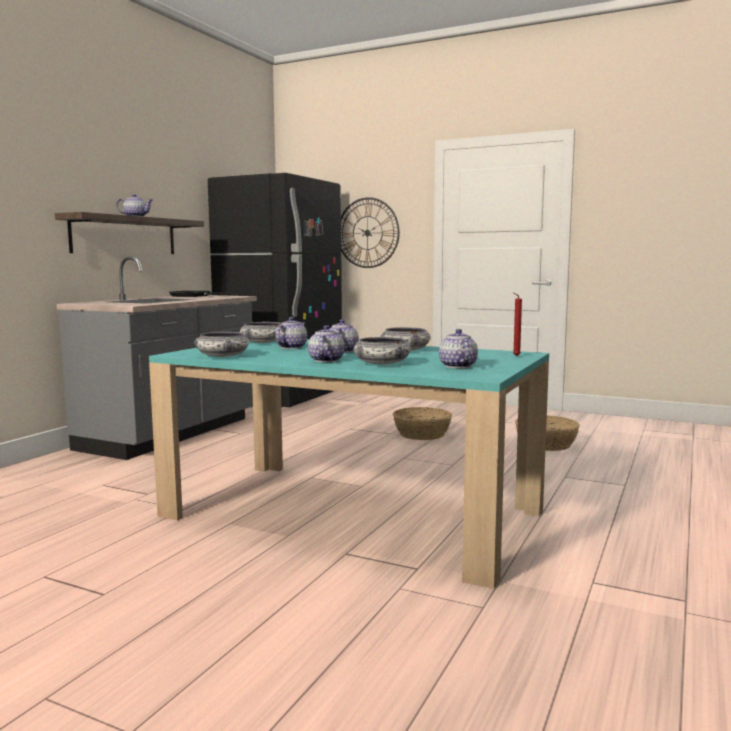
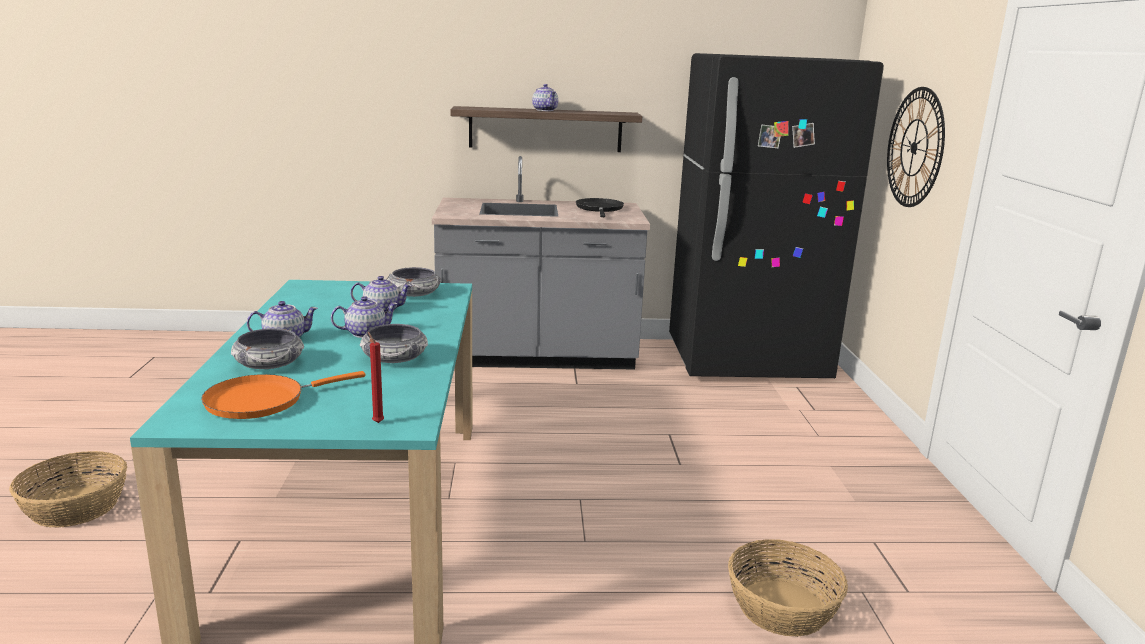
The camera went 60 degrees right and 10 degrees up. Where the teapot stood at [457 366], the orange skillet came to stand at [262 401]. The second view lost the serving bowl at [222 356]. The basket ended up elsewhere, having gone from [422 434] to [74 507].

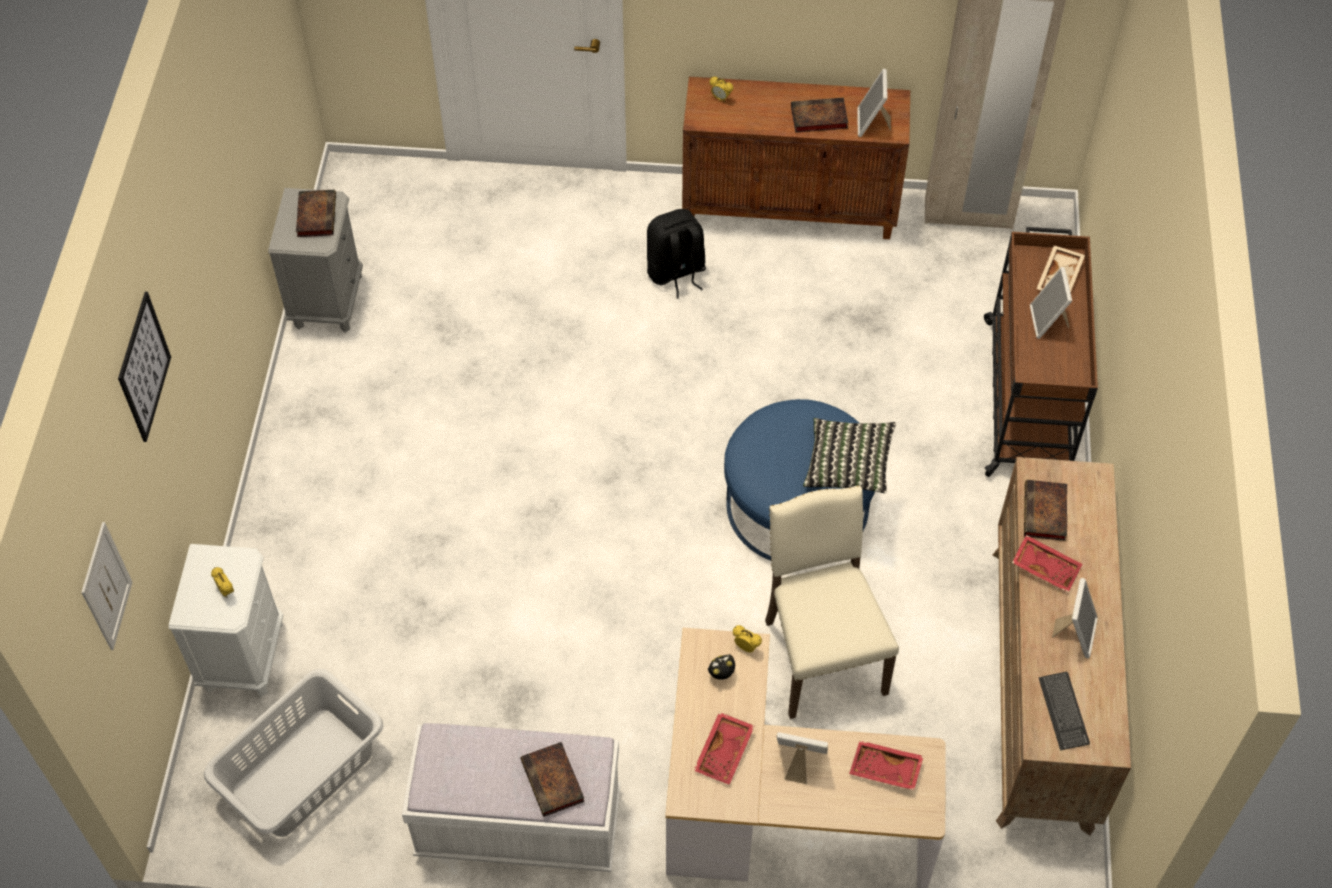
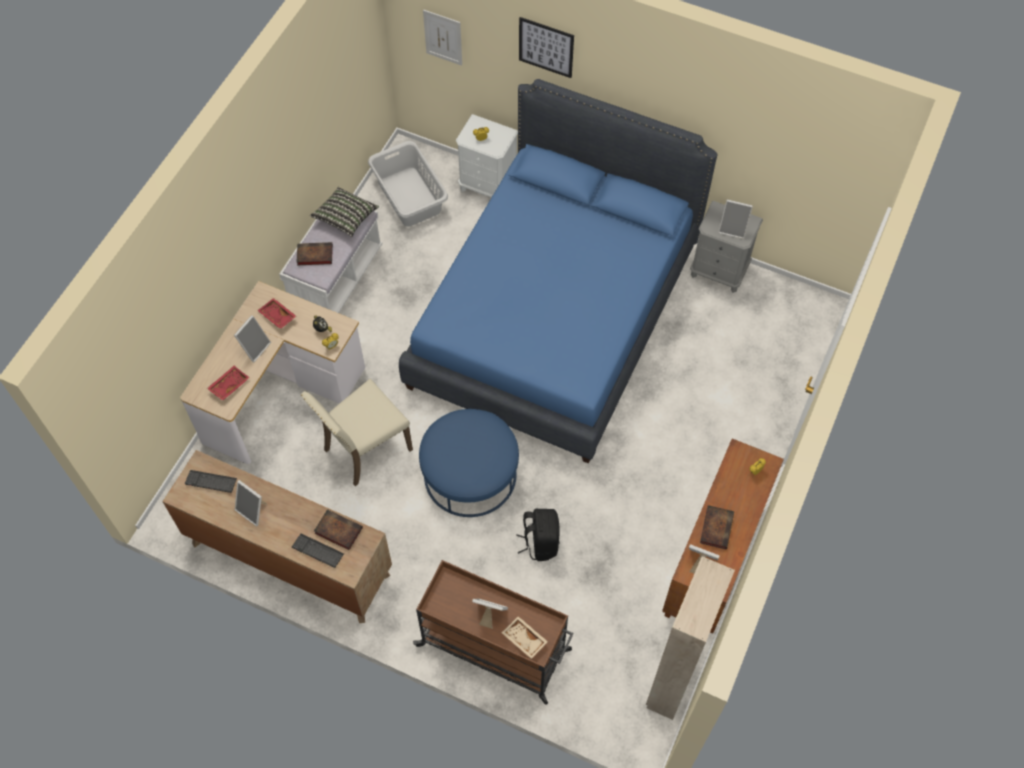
The camera went 110 degrees right and 5 degrees up. Where the book stood at [316 215], the standing frame came to stand at [733 229]. The black-coloured knapsack ended up elsewhere, having gone from [676 273] to [540 542]. The pillow ended up elsewhere, having gone from [848 465] to [345 218]. The sand-coloured upright chair at [821 654] ended up facing another way, 135 degrees clockwise from before. The second view lost the reddish carrying tray at [1046 567]. The second view gained the blue-coloured bedroom bed at [554 316]. The second view gained the computer keyboard at [318 551].

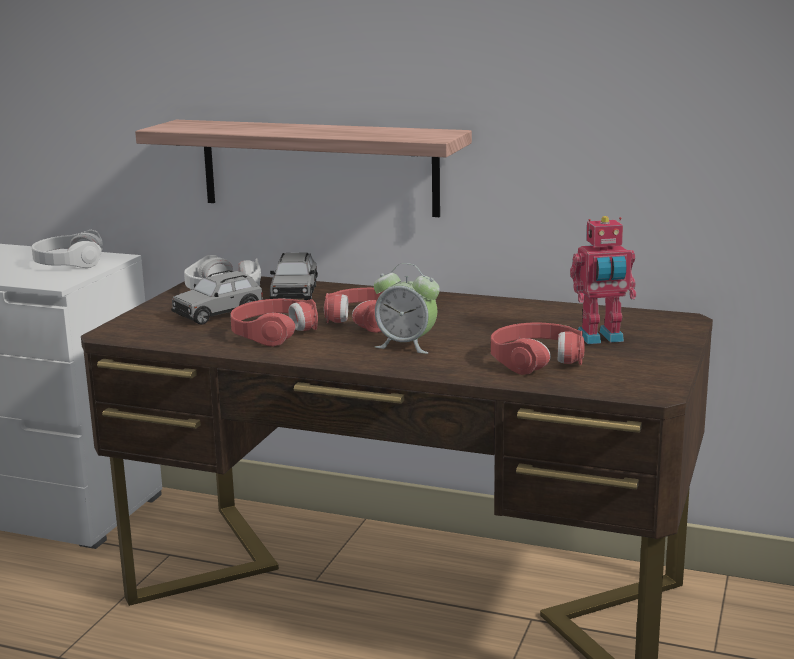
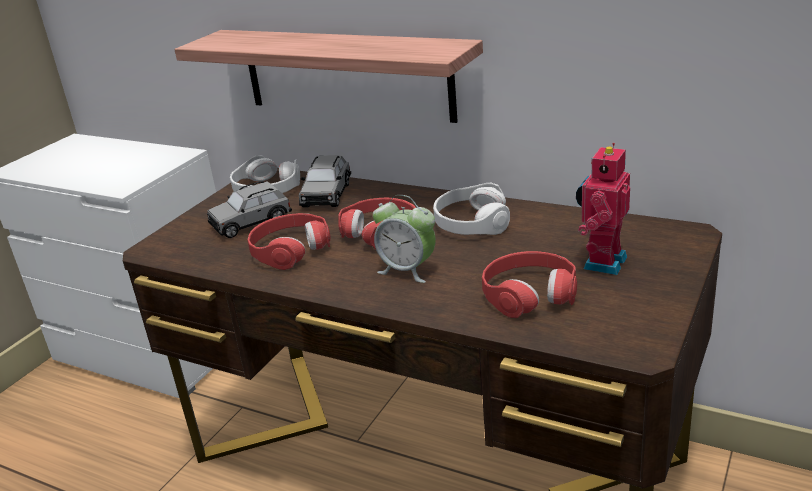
The camera went 10 degrees right and 10 degrees up. The robot figure at [601 338] ended up facing another way, 120 degrees clockwise from before. The whitish headset ended up elsewhere, having gone from [68 262] to [471 222].

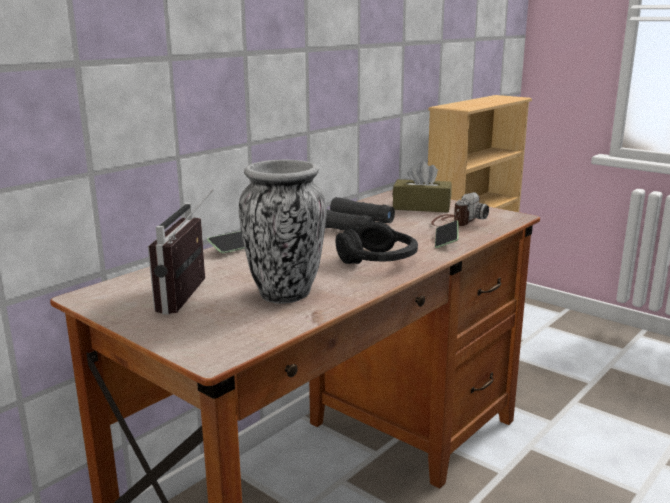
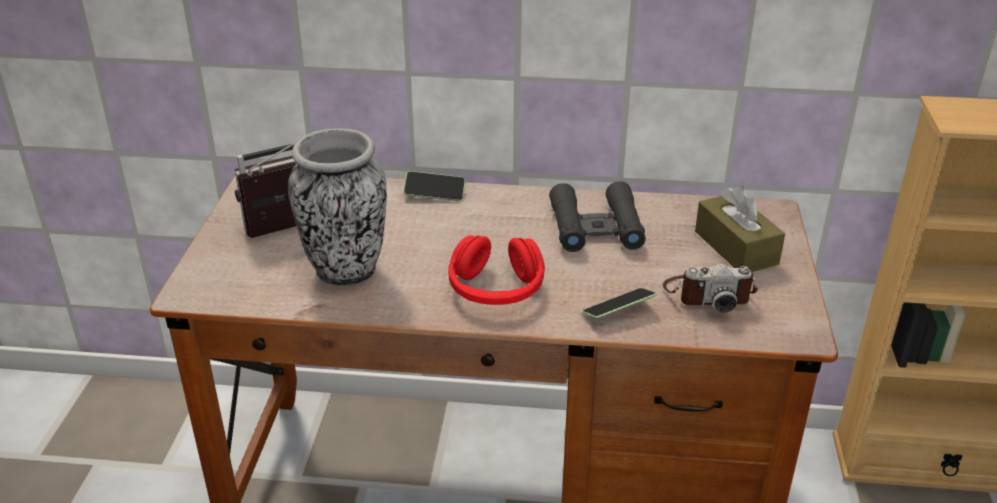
The camera went 55 degrees right and 15 degrees up. What was the black-coloured headset at [378 260] turned into the reddish headset at [496 289].

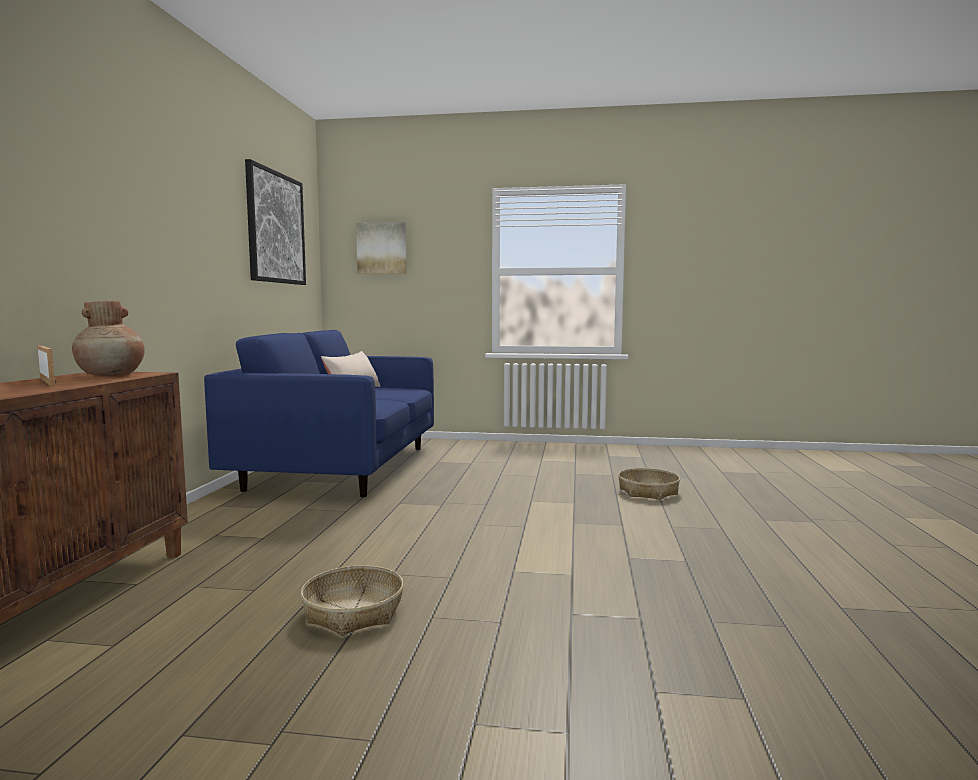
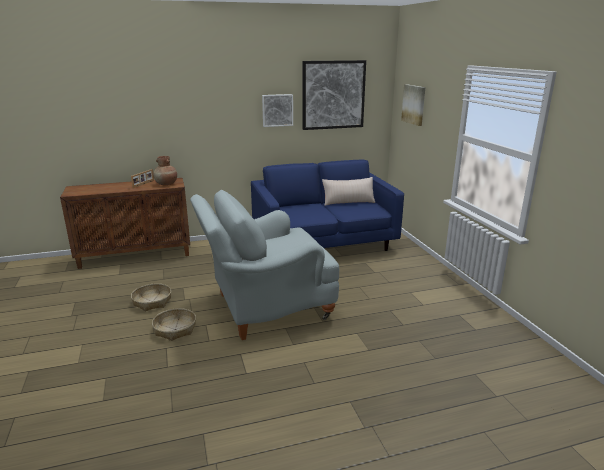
The camera went 65 degrees right and 15 degrees up. The basket ended up elsewhere, having gone from [648 492] to [175 329]. The second view gained the picture at [277 110]. The second view gained the gray lounge chair at [265 307].

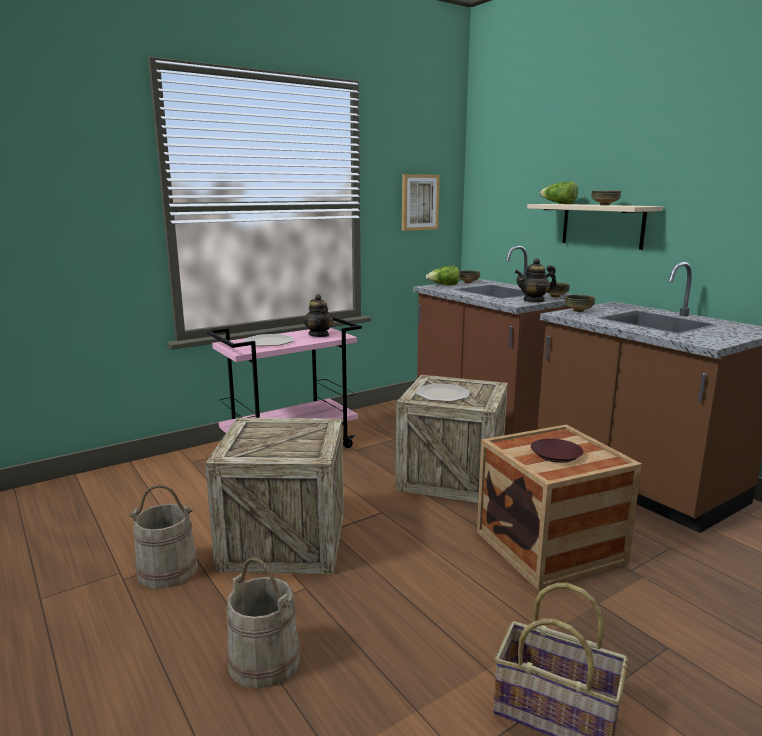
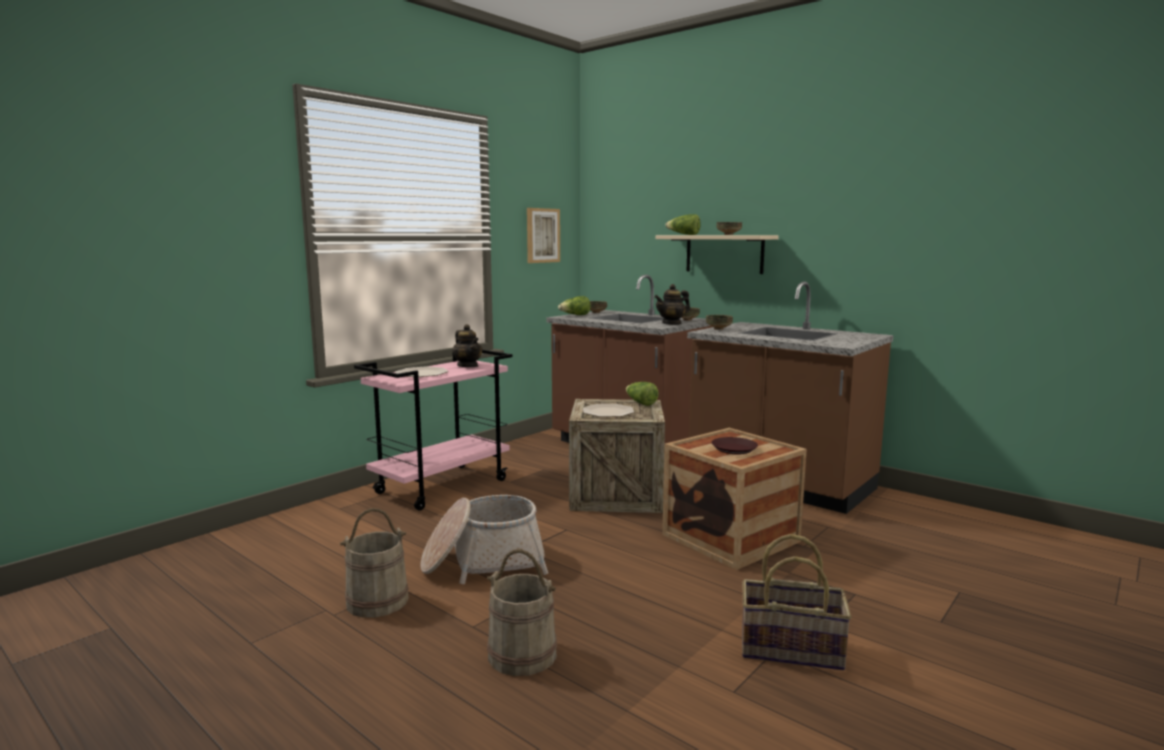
The camera went 15 degrees left and 5 degrees down. Where the shipping crate stood at [284 540], the basket came to stand at [483 562]. The second view gained the lettuce at [640 403].

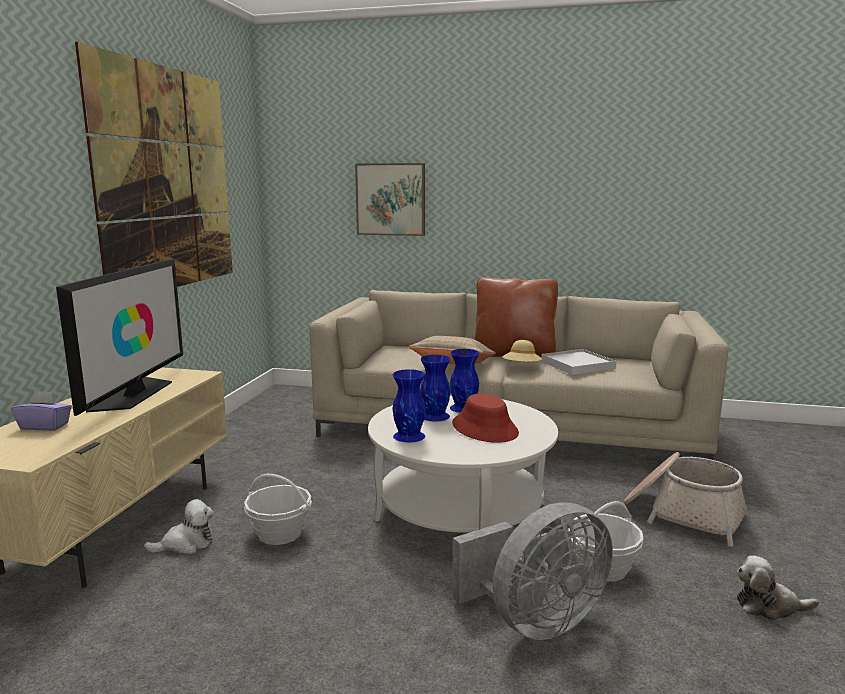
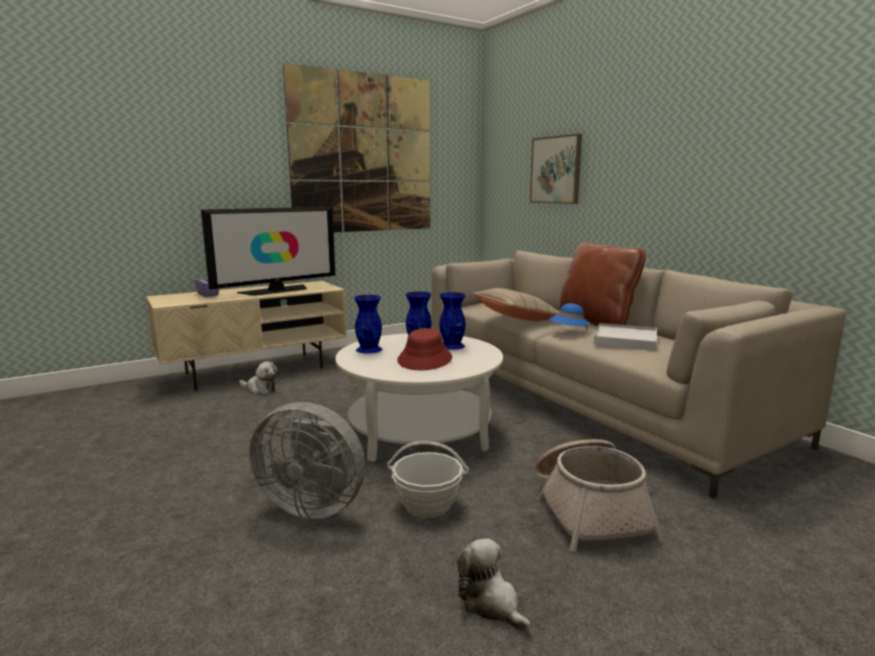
The camera went 45 degrees right and 0 degrees up. What was the sand-coloured hat at [522 367] turned into the blue-coloured hat at [568 331]. The second view lost the basket at [280 533].

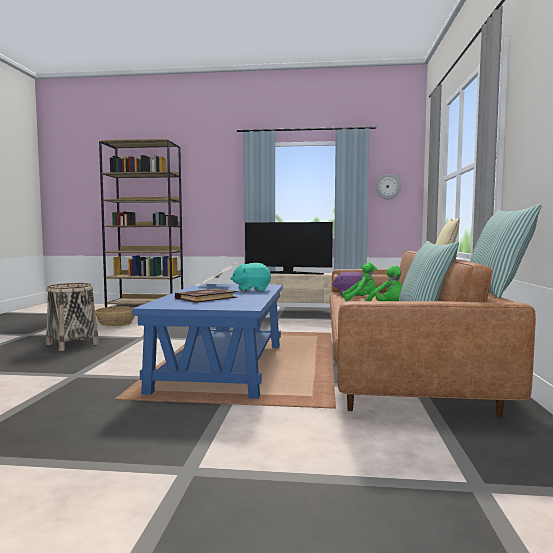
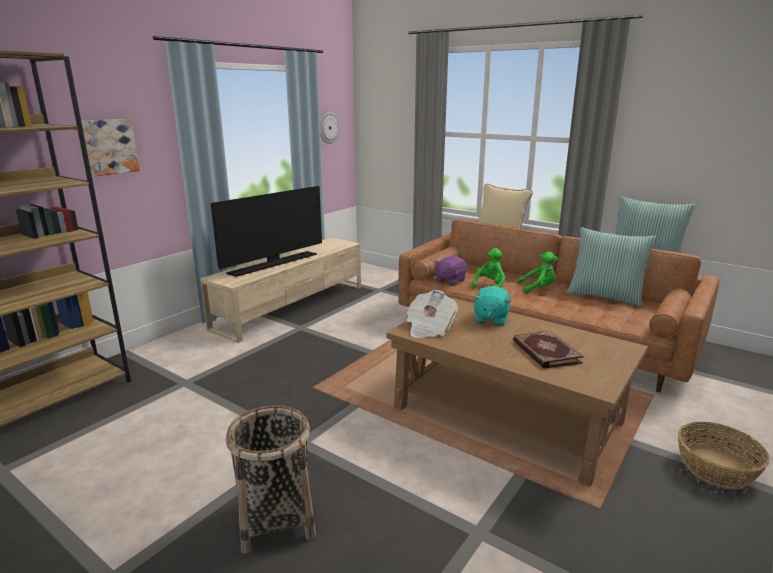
The camera went 60 degrees left and 15 degrees up. What was the blue-coloured low table at [223 367] turned into the brown low table at [507 415]. The basket ended up elsewhere, having gone from [116 323] to [716 468]. The second view gained the picture at [107 147].

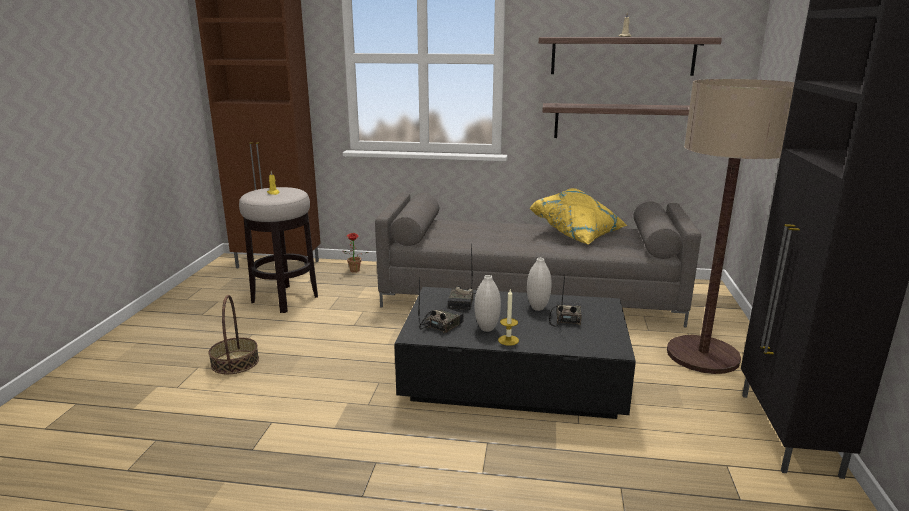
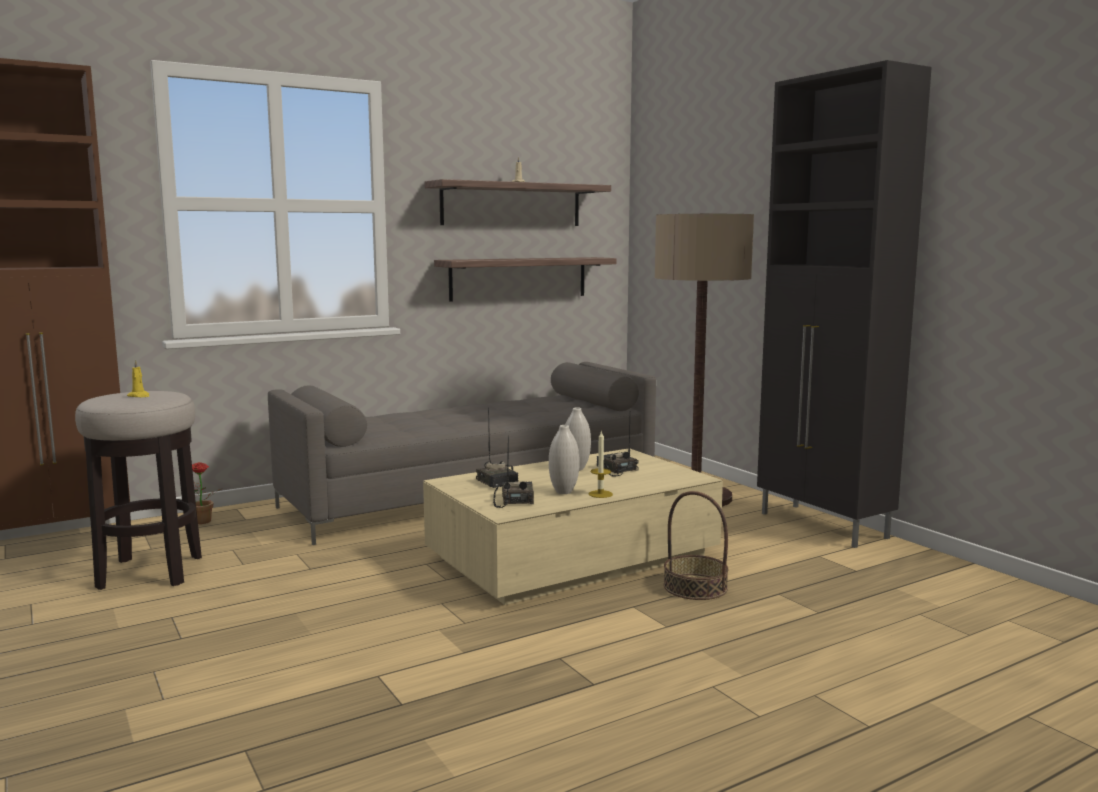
The camera went 40 degrees left and 10 degrees down. The second view lost the yellow-coloured pillow at [578 233]. What was the black-coloured low table at [514 378] turned into the sand-coloured low table at [573 557]. The basket ended up elsewhere, having gone from [235 362] to [695 587].

